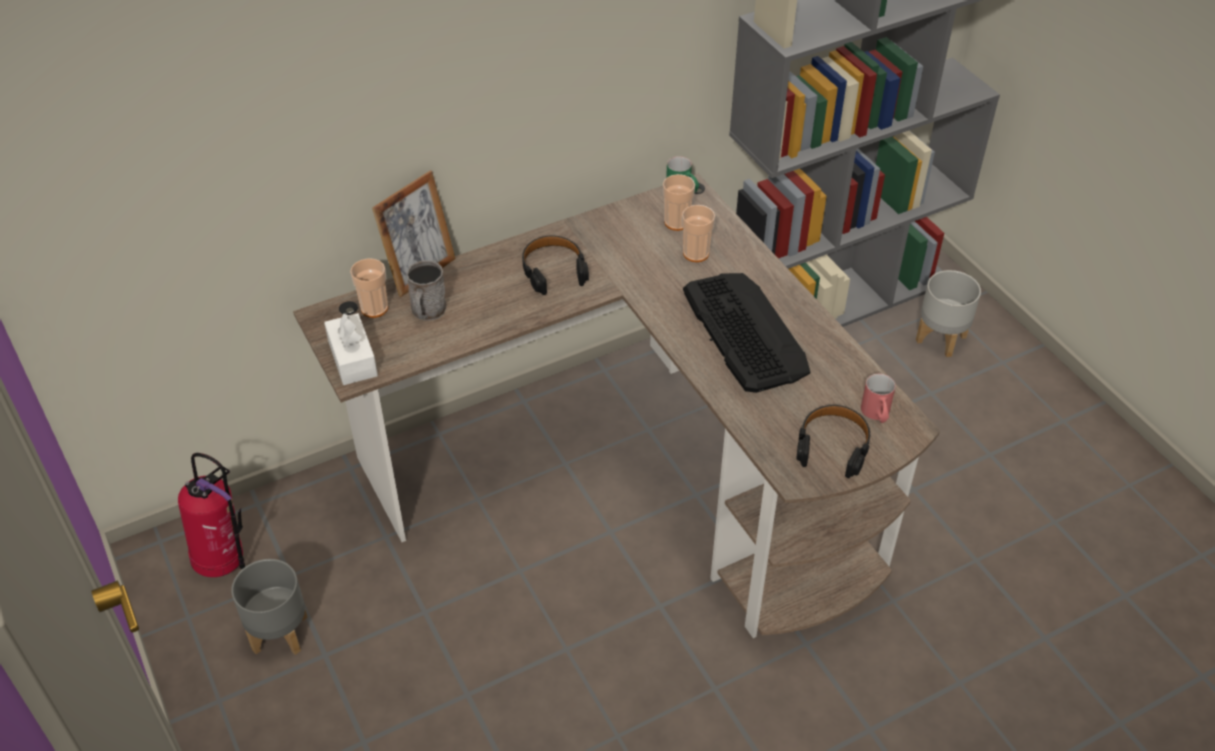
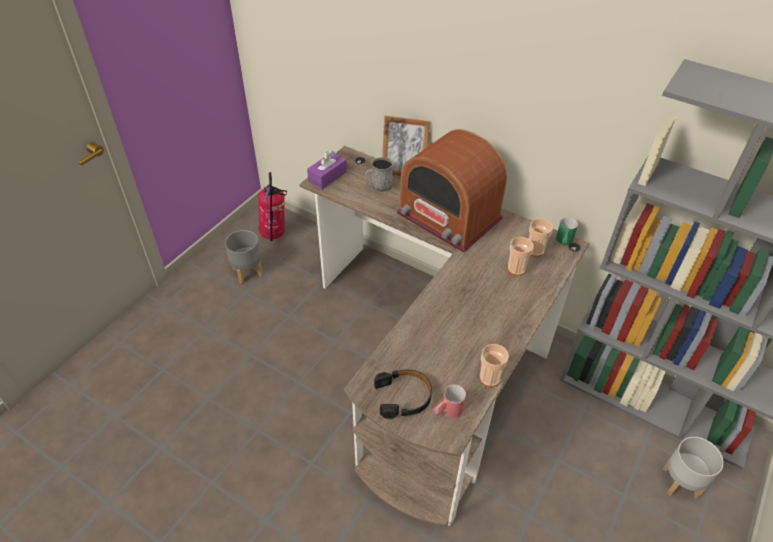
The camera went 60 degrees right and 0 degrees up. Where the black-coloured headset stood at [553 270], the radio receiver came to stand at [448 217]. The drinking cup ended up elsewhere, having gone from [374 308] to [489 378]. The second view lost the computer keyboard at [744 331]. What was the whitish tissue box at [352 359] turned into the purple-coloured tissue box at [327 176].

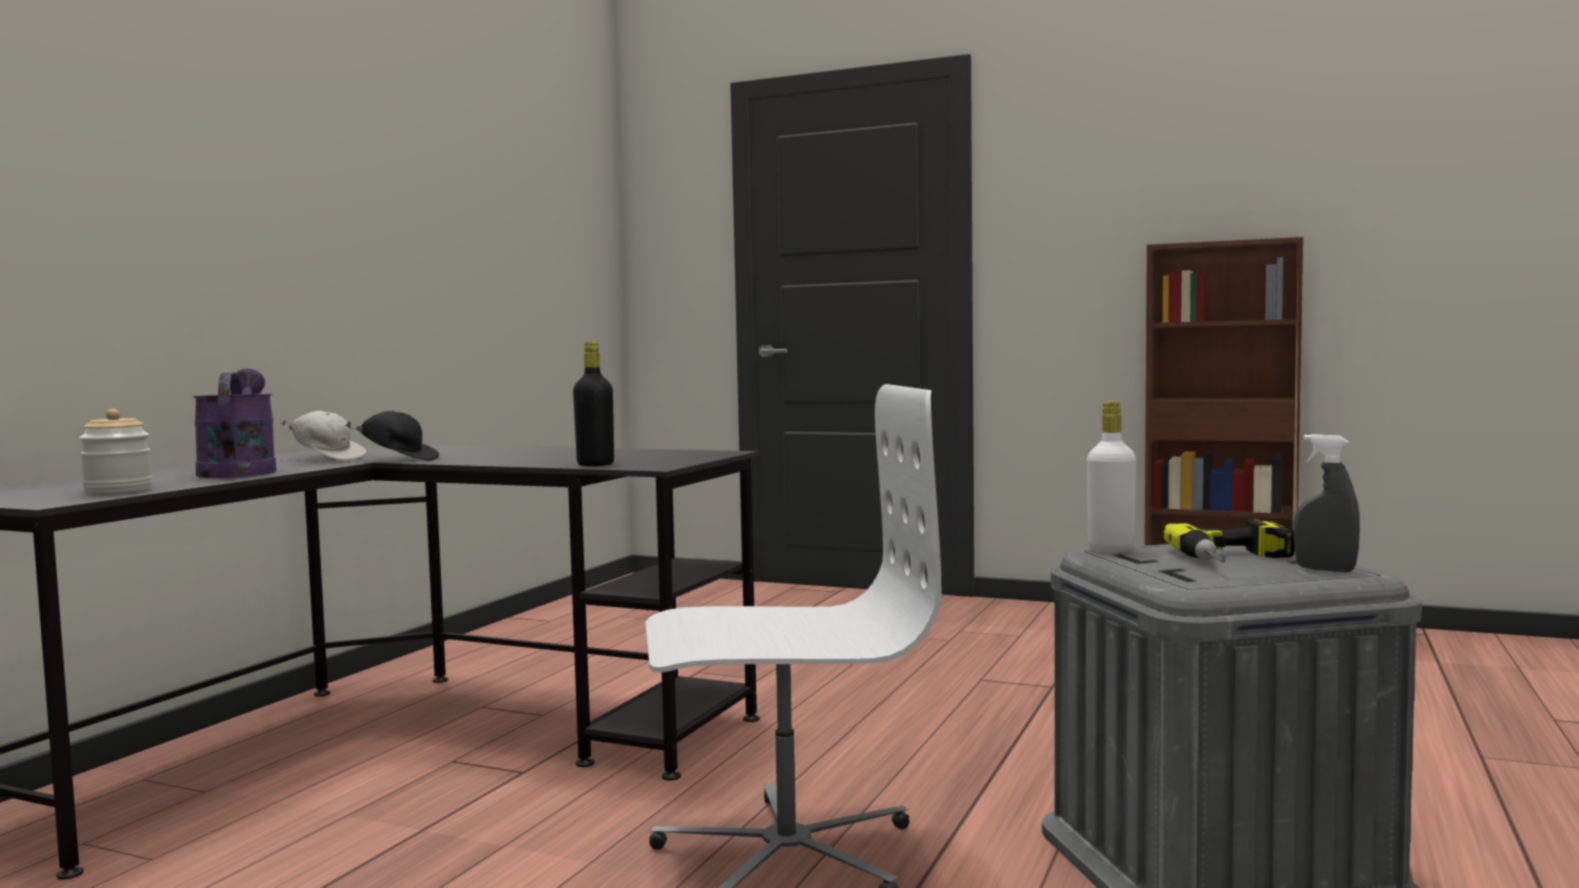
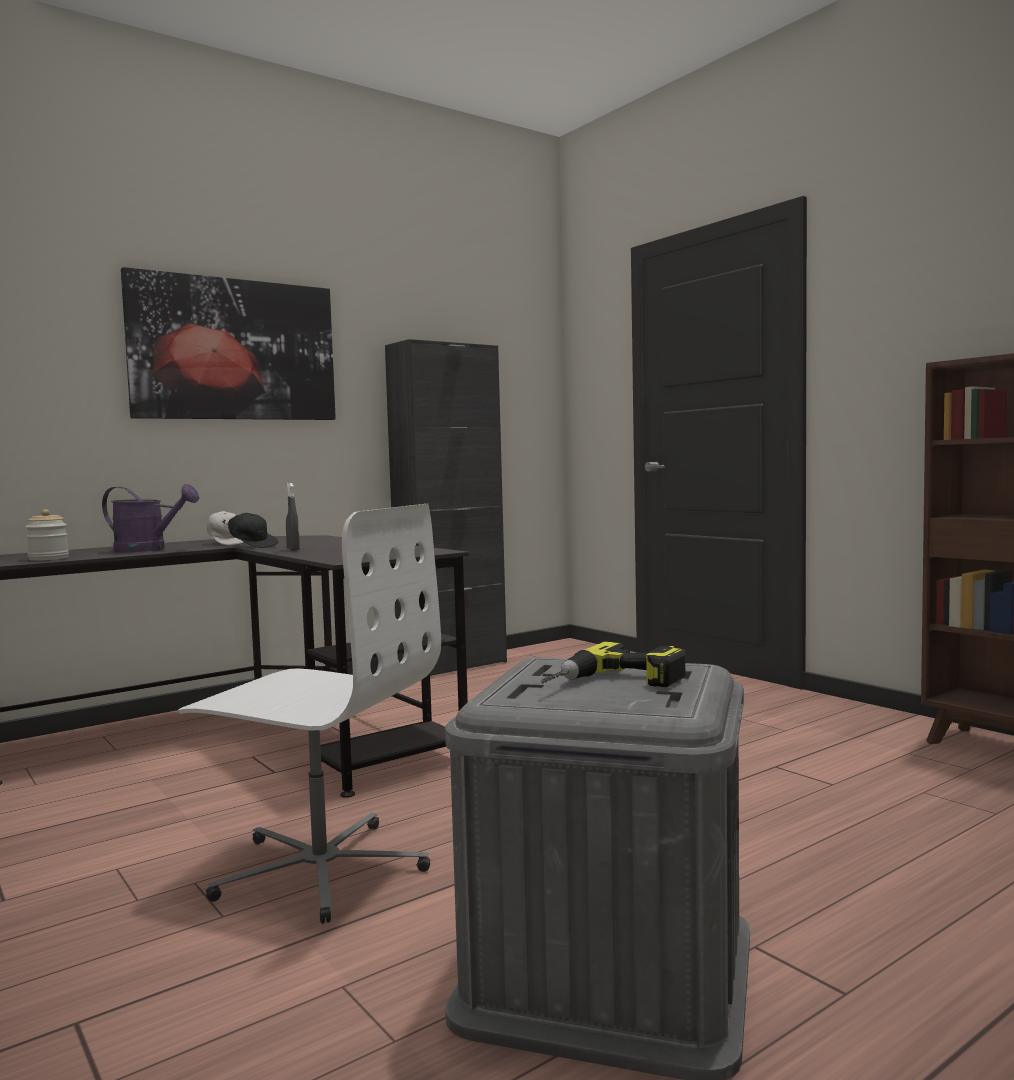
The camera went 30 degrees right and 0 degrees up. The second view lost the black-coloured beverage bottle at [595 464]. The purple-coloured watering can at [239 471] ended up facing another way, 90 degrees clockwise from before. The second view lost the whitish beverage bottle at [1111 550]. The gray spray bottle ended up elsewhere, having gone from [1325 569] to [293 550]. The second view gained the picture at [234 350]. The second view gained the black-coloured storage cabinet at [453 666].

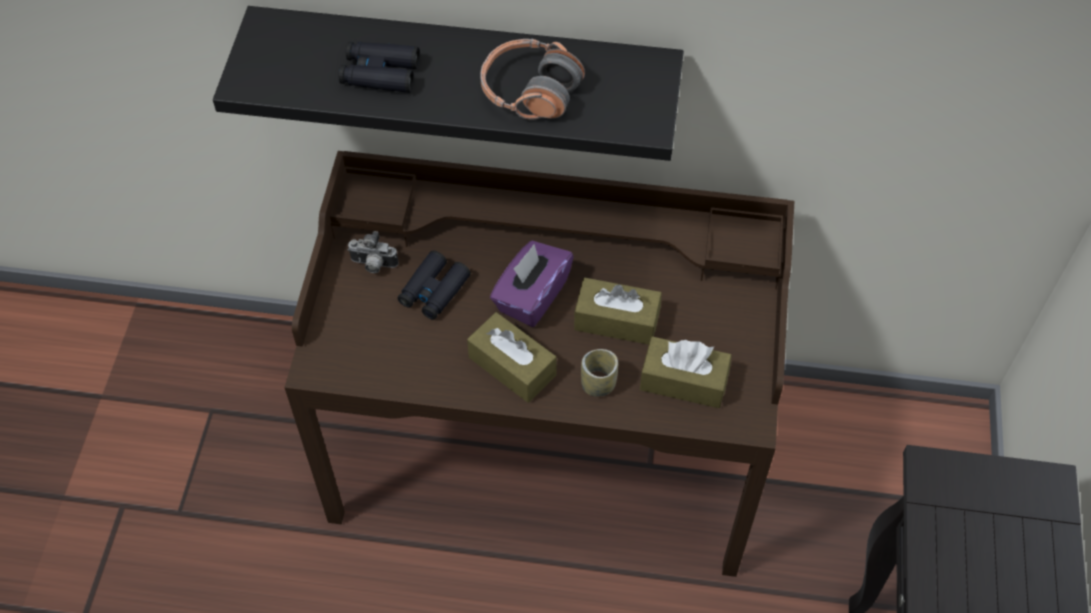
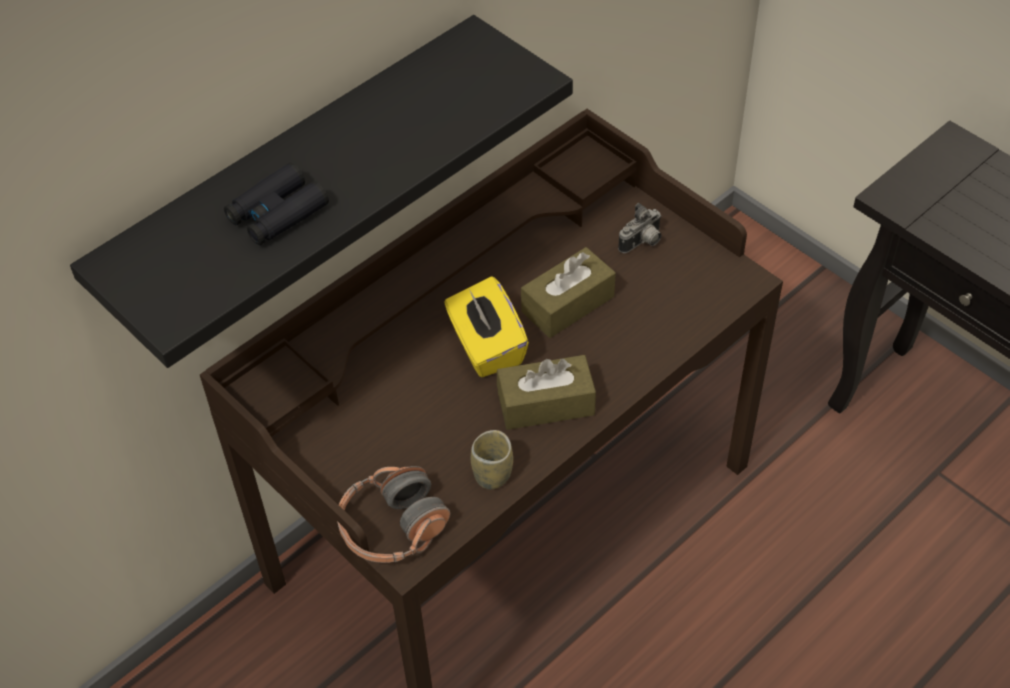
The camera went 50 degrees left and 5 degrees down. The headset ended up elsewhere, having gone from [530 91] to [393 526]. The still camera ended up elsewhere, having gone from [373 265] to [642 243]. What was the purple-coloured tissue box at [531 297] turned into the yellow-coloured tissue box at [486 346]. The second view lost the black-coloured binoculars at [434 291]. The second view lost the brown tissue box at [683 381]. The drinking cup ended up elsewhere, having gone from [598 384] to [492 474].

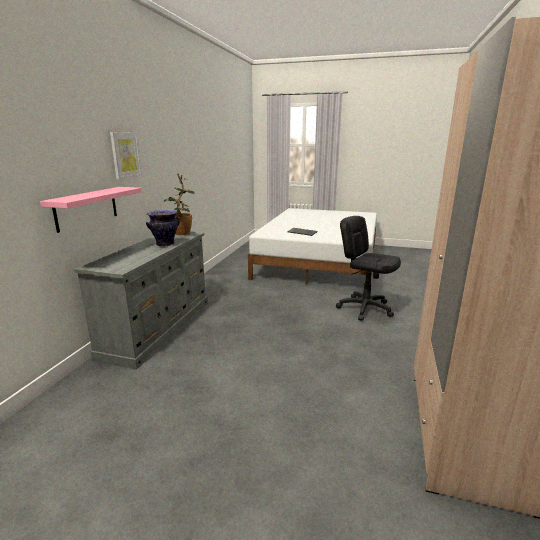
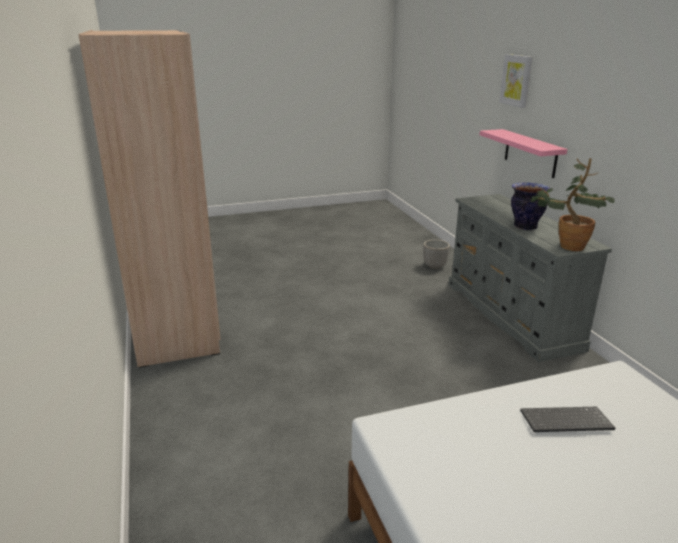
The camera went 145 degrees right and 5 degrees up. The picture ended up elsewhere, having gone from [125 155] to [516 80]. The second view lost the black-coloured computer chair at [365 308]. The second view gained the planter at [435 266].

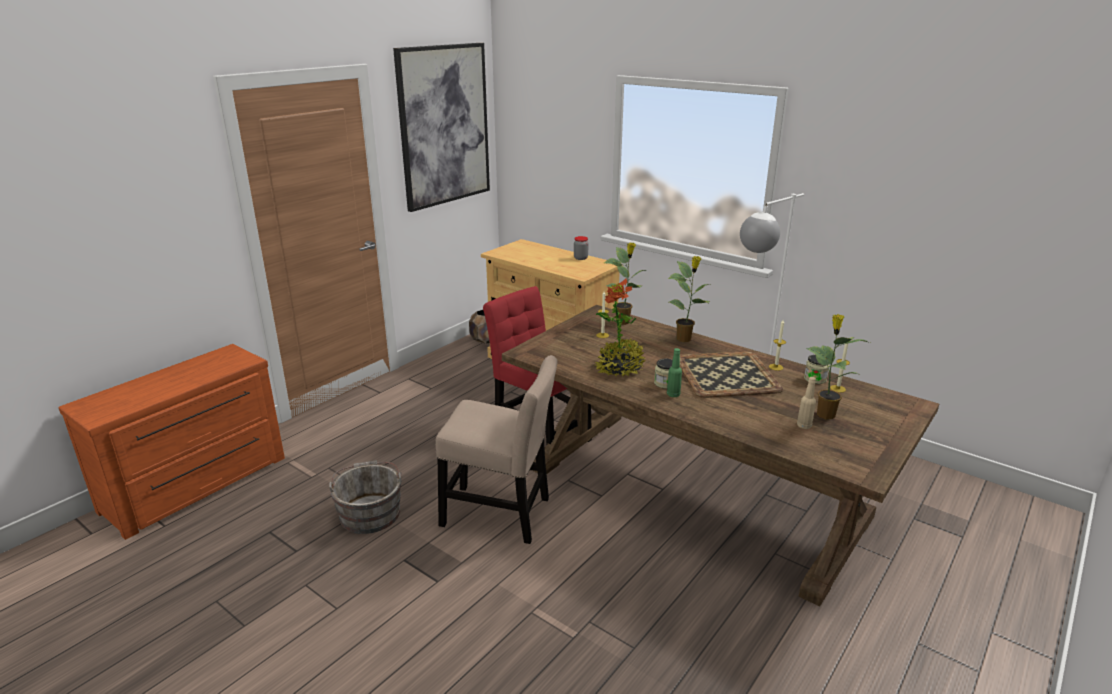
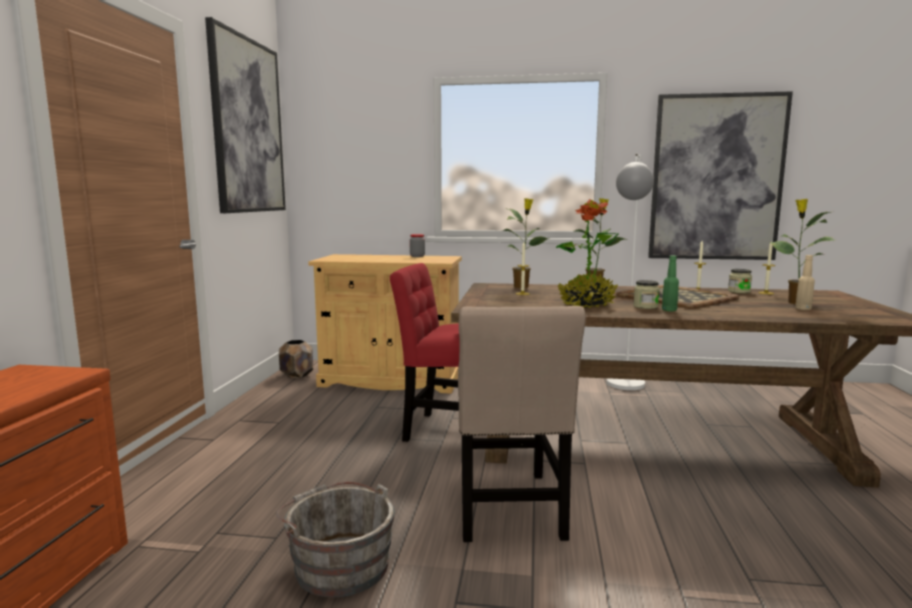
The camera went 30 degrees left and 15 degrees down. The sand-coloured upright chair at [501 514] ended up facing another way, 105 degrees clockwise from before. The second view gained the picture at [716 178].

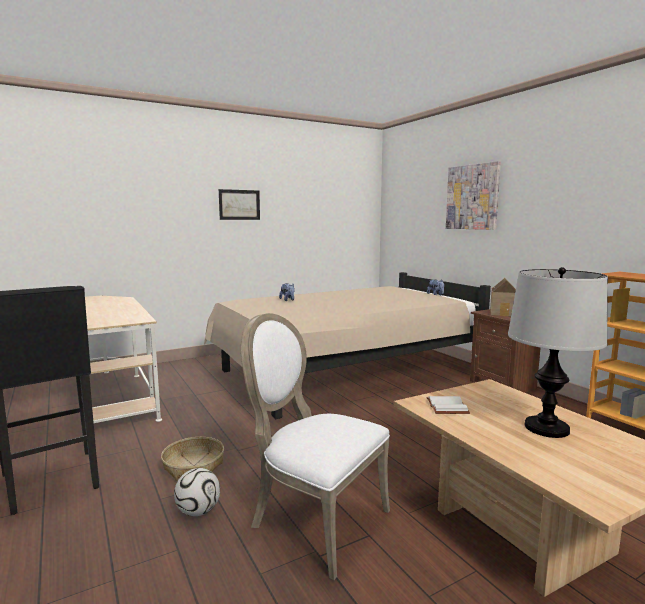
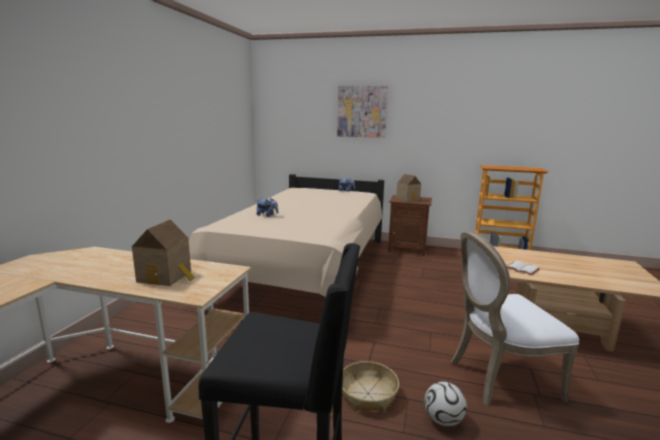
The camera went 45 degrees left and 5 degrees up. The second view lost the picture at [239 204]. The second view lost the tabletop lamp at [546 428]. The second view gained the miniature house at [167 276].

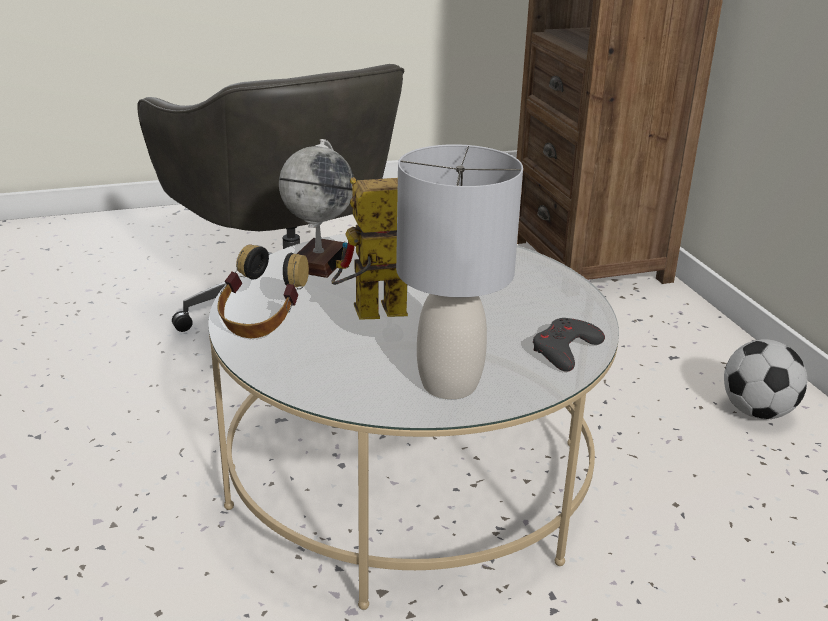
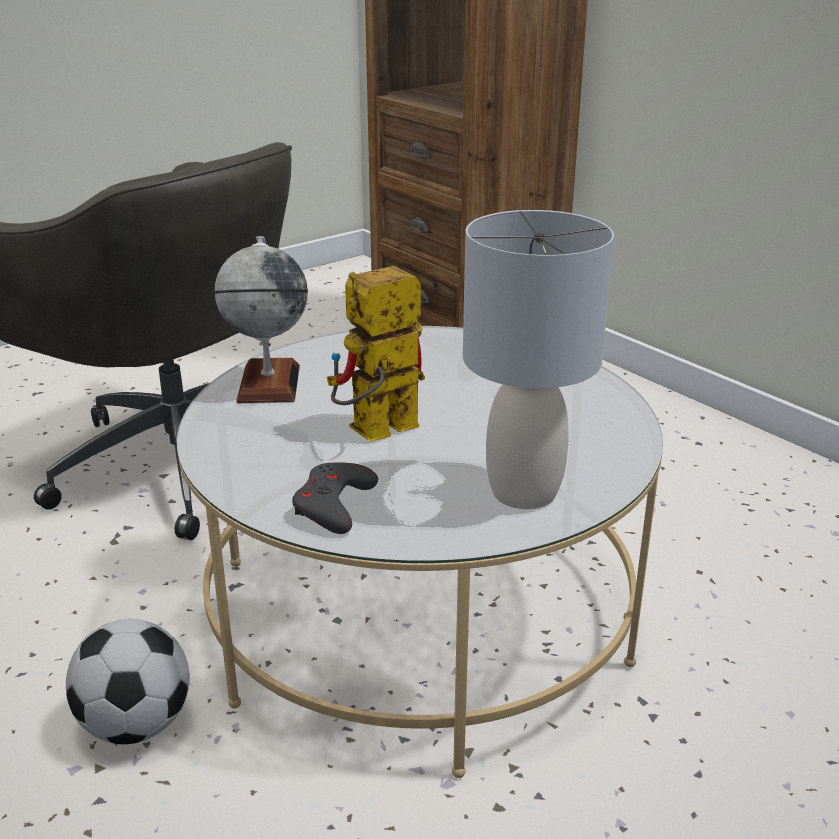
The camera went 20 degrees left and 0 degrees up. The second view lost the headset at [261 322]. The gray gamepad ended up elsewhere, having gone from [565 350] to [334 505]. The football ball ended up elsewhere, having gone from [757 412] to [137 725].

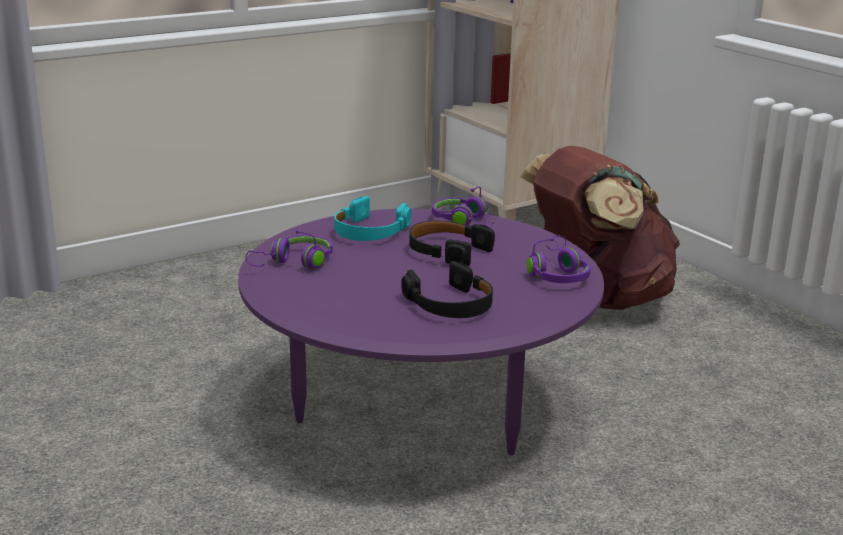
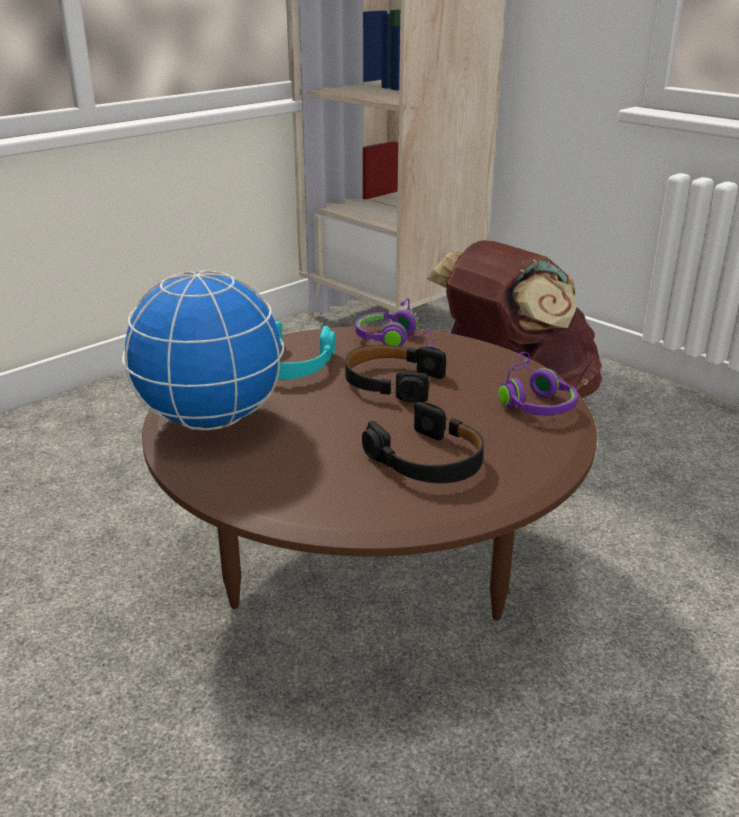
The camera went 10 degrees left and 5 degrees up. What was the purple-coloured low table at [418 406] turned into the brown low table at [369 564]. Where the purple-coloured headset stood at [294 263], the desk globe came to stand at [211 419].

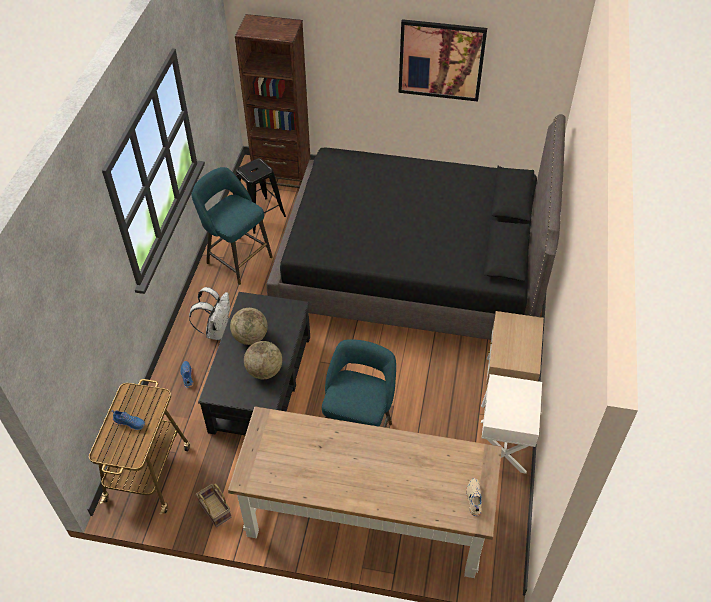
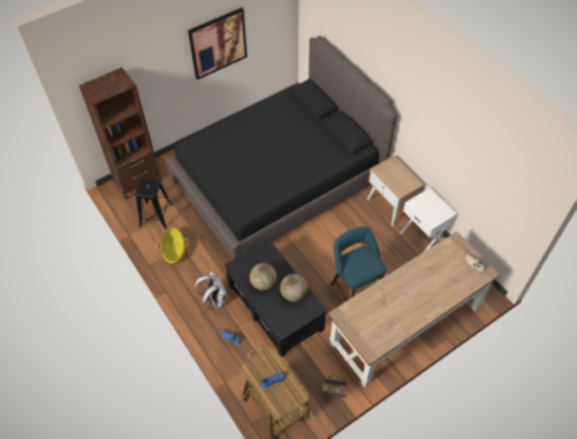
The camera went 45 degrees left and 5 degrees up. Where the turquoise sitting stool stood at [236 258], the basket came to stand at [174 251].

